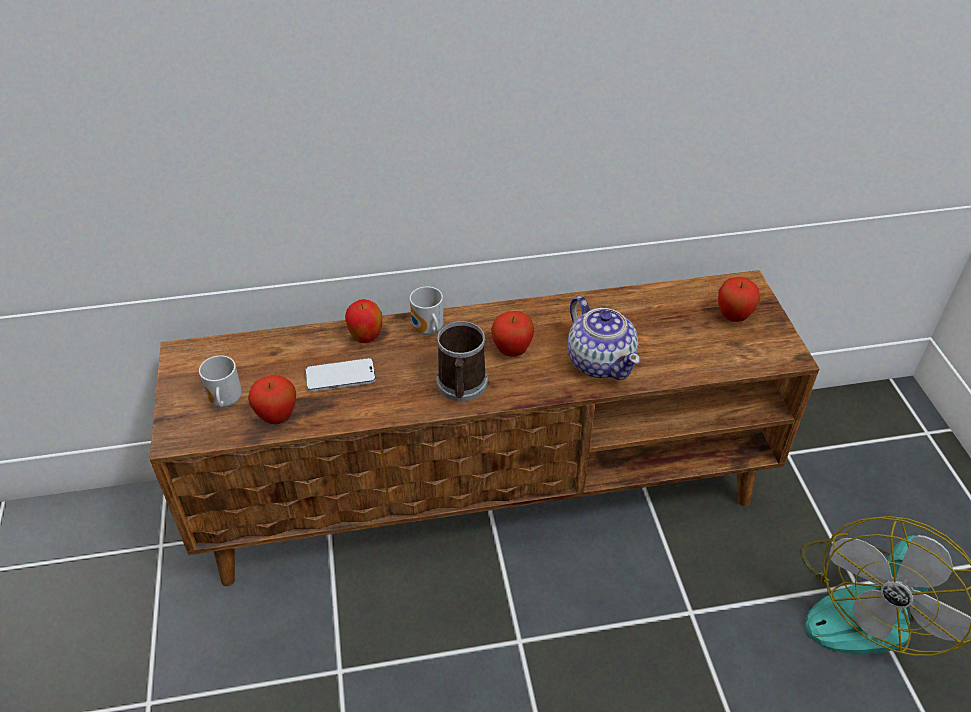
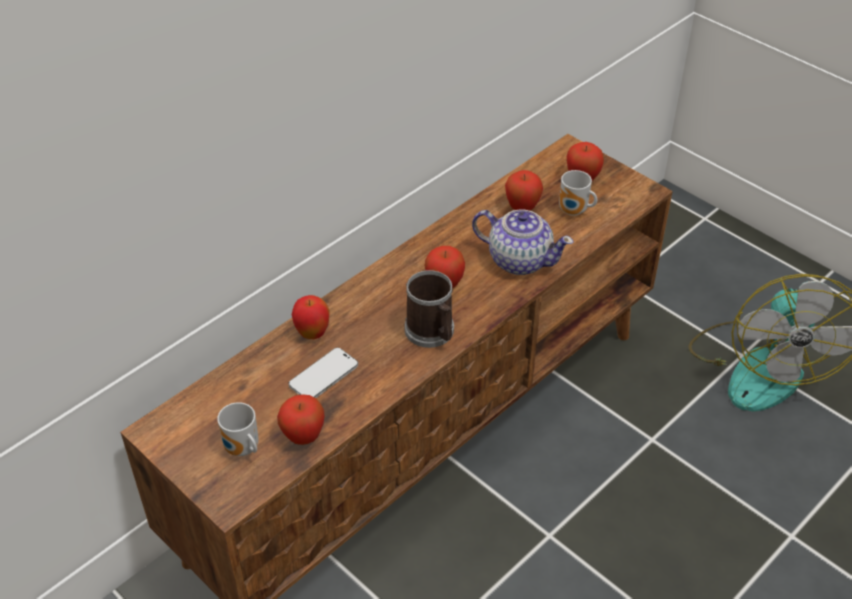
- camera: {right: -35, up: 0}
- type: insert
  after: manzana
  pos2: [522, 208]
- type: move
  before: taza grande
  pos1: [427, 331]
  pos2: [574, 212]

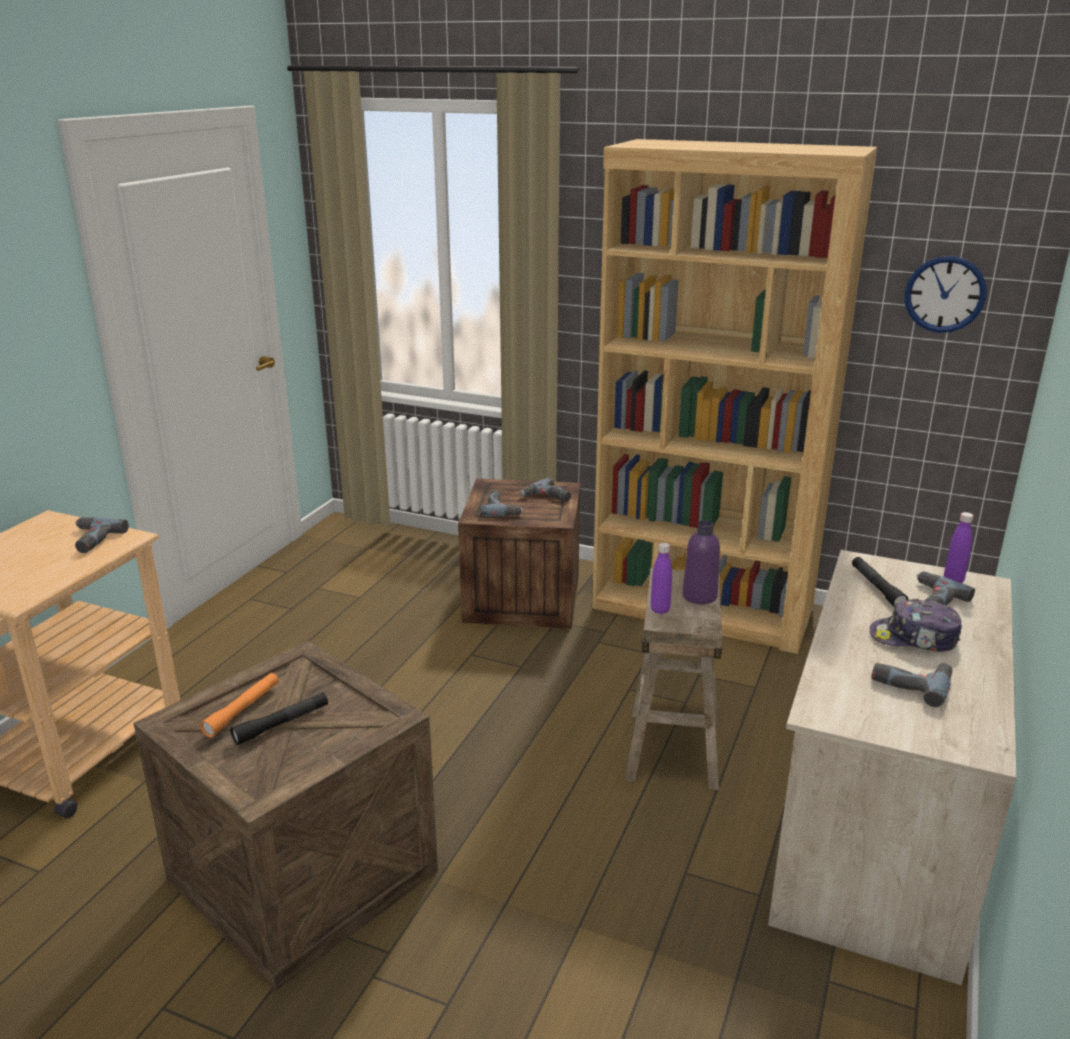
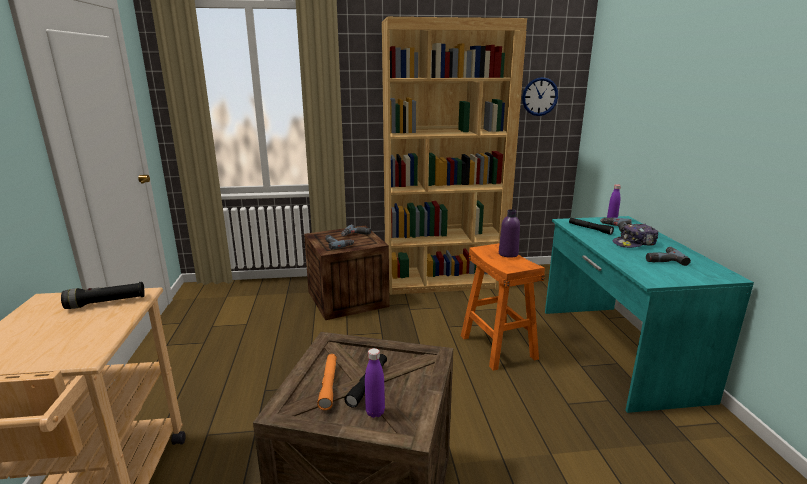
- camera: {right: -30, up: -5}
- type: replace
  before: taladro
  after: linterna/negro
  pos1: [90, 540]
  pos2: [106, 303]
- type: move
  before: botella/morado
  pos1: [660, 610]
  pos2: [375, 412]
- type: recolor
  before: taburete/beis
  after: taburete/naranja
  pos1: [672, 747]
  pos2: [497, 347]
- type: recolor
  before: escritorio/beis
  after: escritorio/turquesa
  pos1: [876, 828]
  pos2: [616, 351]

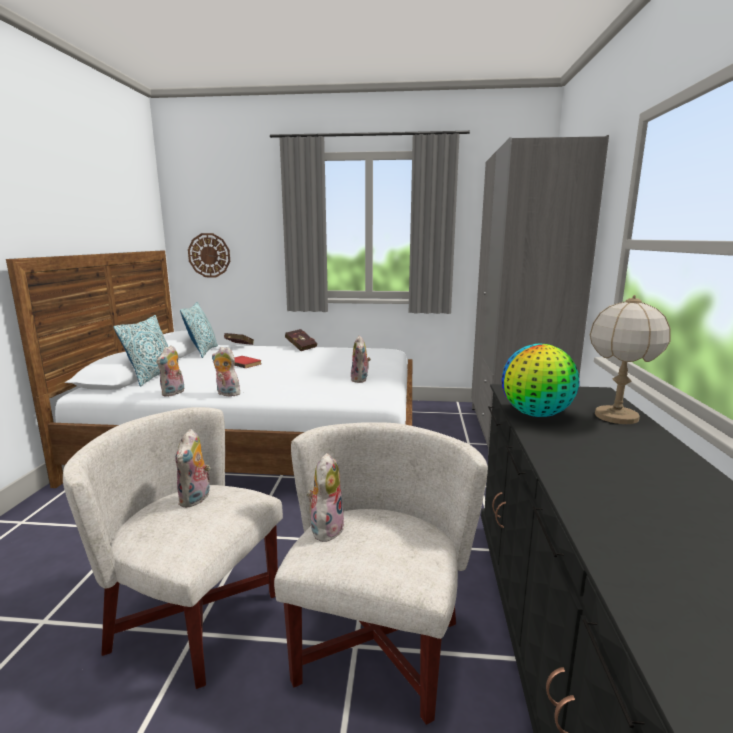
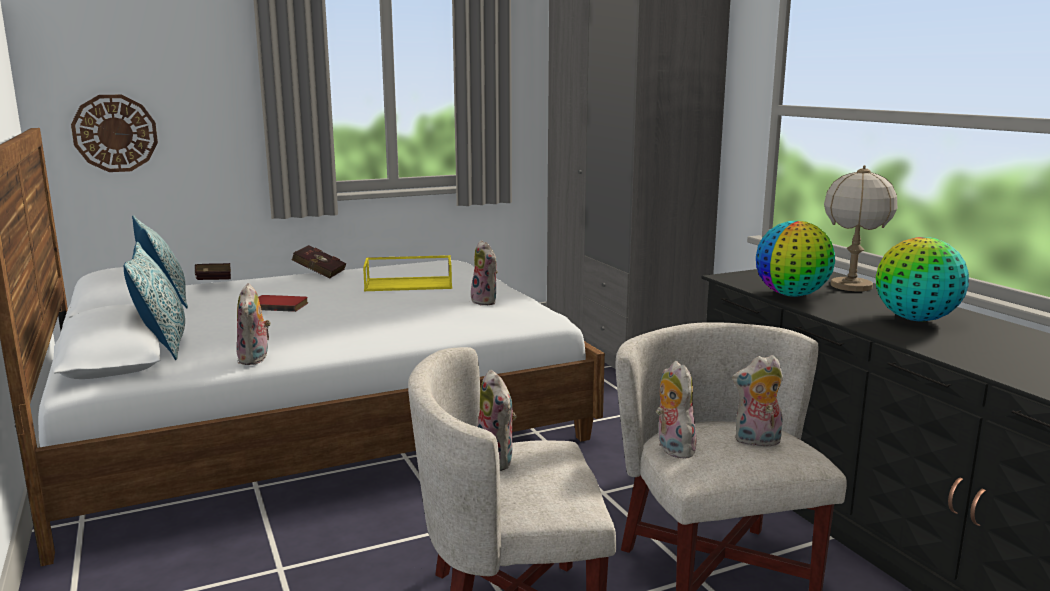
- camera: {right: -30, up: 0}
- type: insert
  after: bandeja/amarillo
  pos2: [409, 284]
- type: move
  before: peluche
  pos1: [226, 394]
  pos2: [757, 442]
- type: insert
  after: globo terráqueo
  pos2: [916, 319]

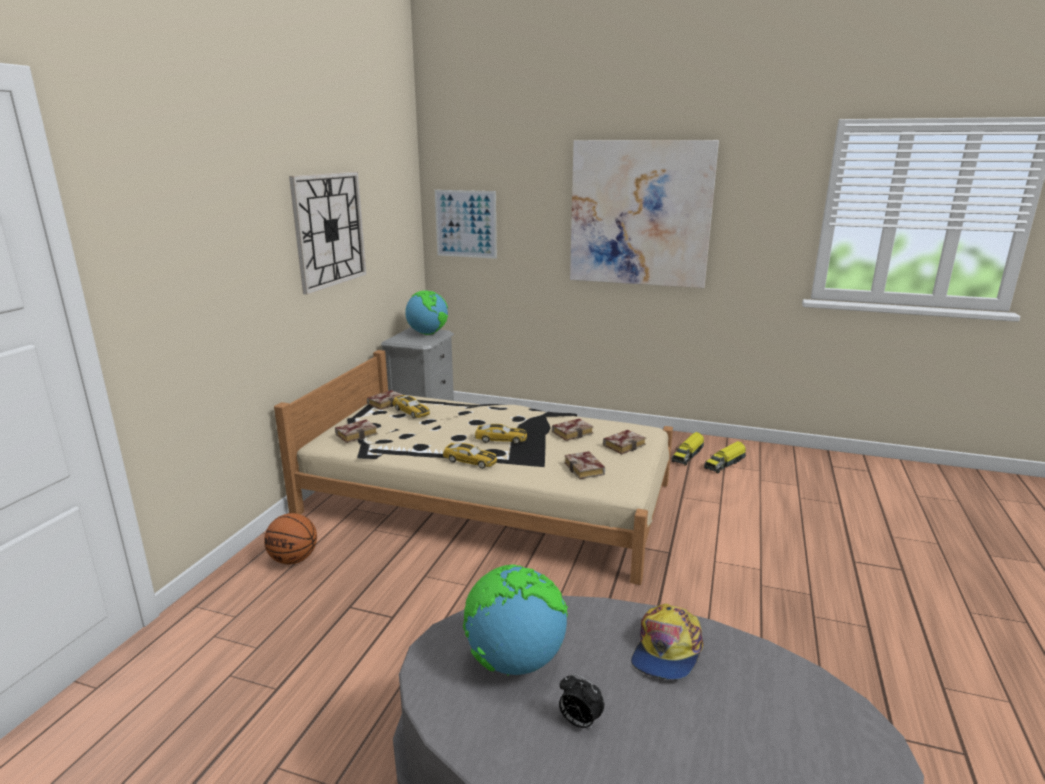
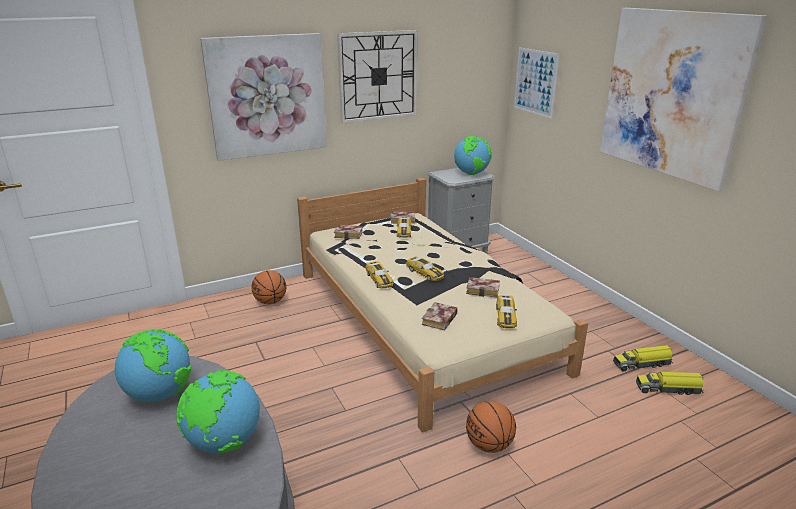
- camera: {right: 45, up: 5}
- type: replace
  before: gorra
  after: globo terráqueo
  pos1: [666, 650]
  pos2: [224, 443]
- type: insert
  after: cuadro
  pos2: [267, 96]
- type: insert
  after: balón de baloncesto
  pos2: [489, 445]
- type: replace
  before: libro
  after: coche de juguete
  pos1: [624, 445]
  pos2: [505, 317]
- type: delete
  before: despertador
  pos1: [579, 722]

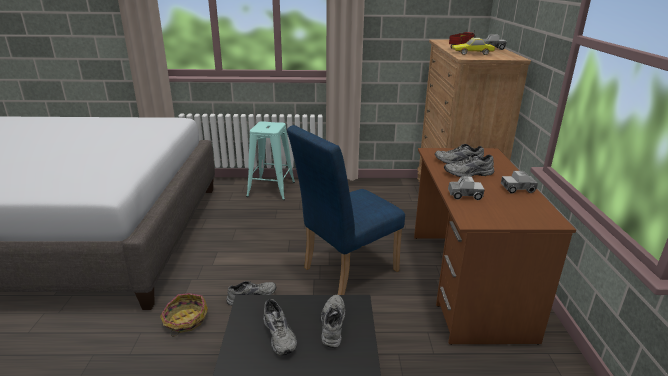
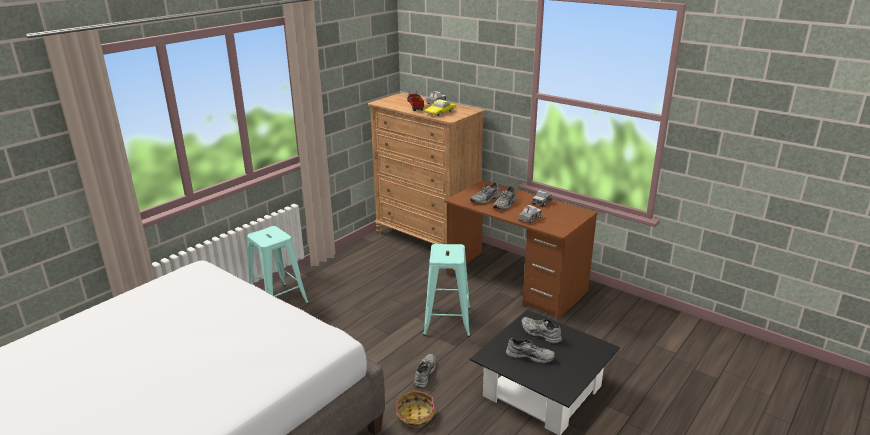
- camera: {right: -50, up: 0}
- type: replace
  before: silla/azul
  after: taburete/turquesa
  pos1: [344, 271]
  pos2: [447, 321]

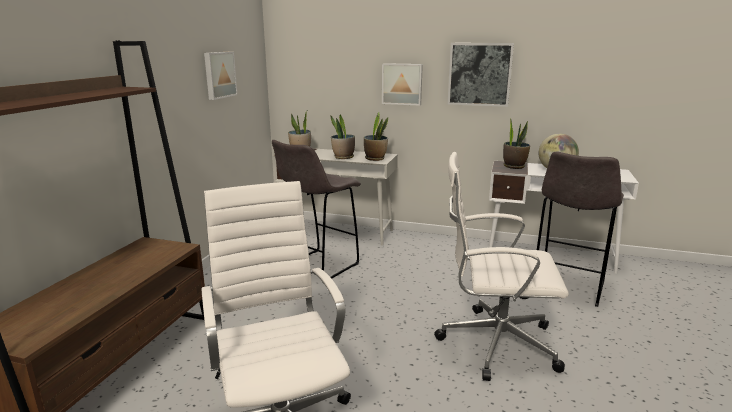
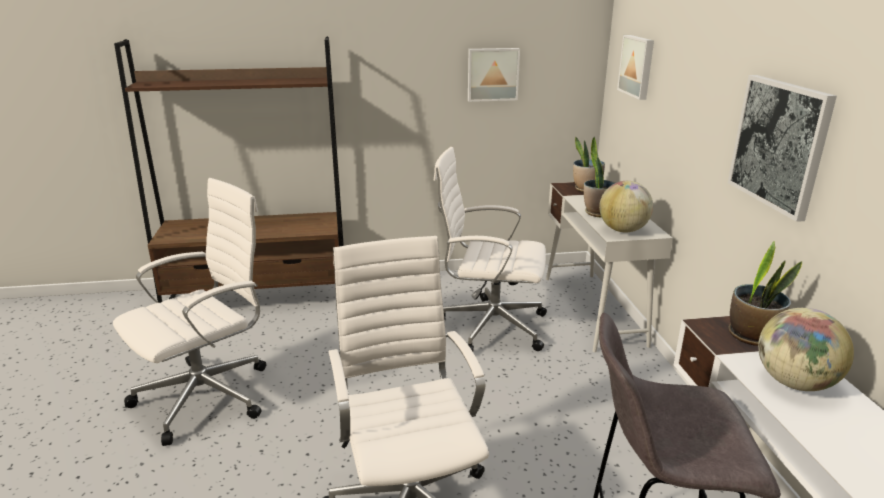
- camera: {right: 65, up: 5}
- type: replace
  before: taburete/gris
  after: silla de oficina/blanco
  pos1: [318, 266]
  pos2: [489, 326]
- type: replace
  before: planta en maceta
  after: globo terráqueo
  pos1: [375, 158]
  pos2: [623, 230]
- type: move
  before: cuadro
  pos1: [402, 84]
  pos2: [637, 66]

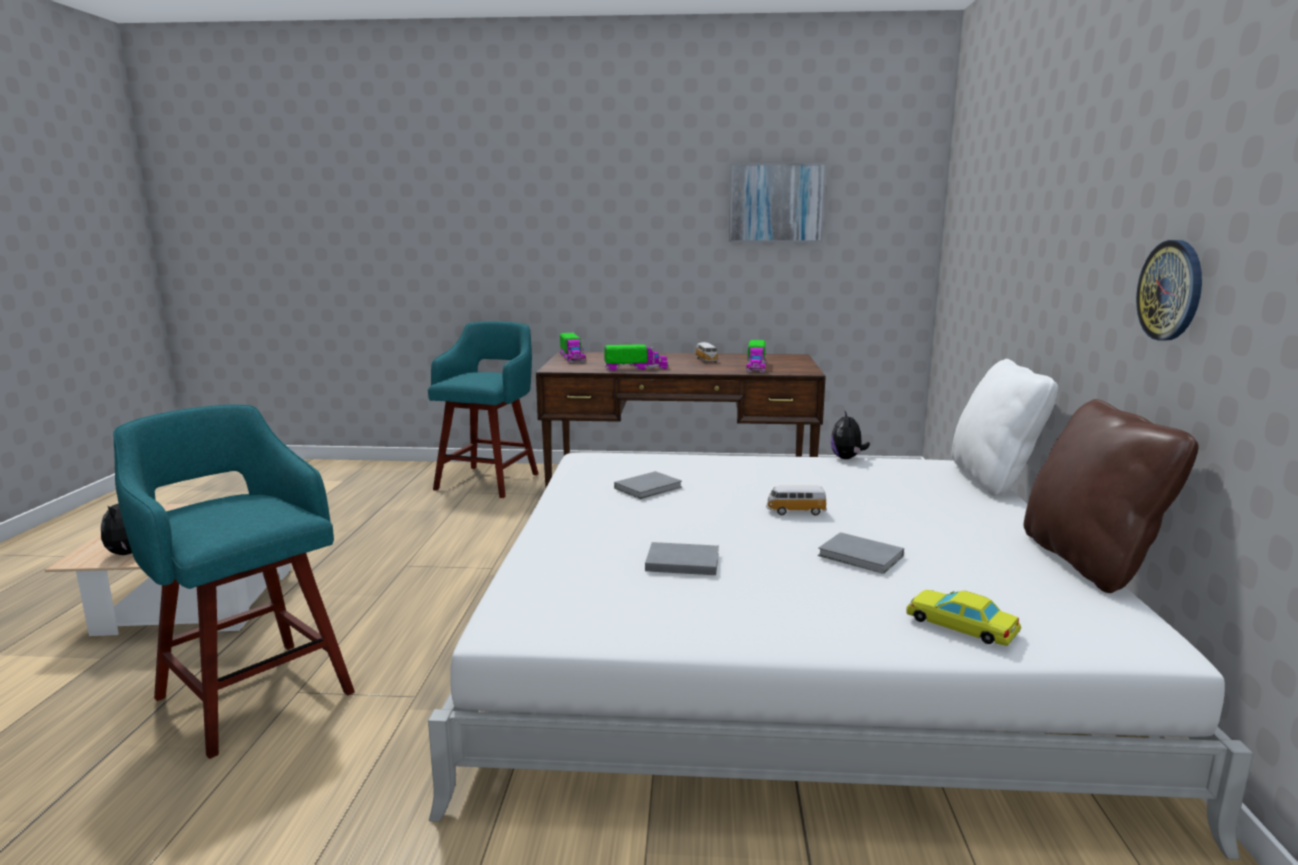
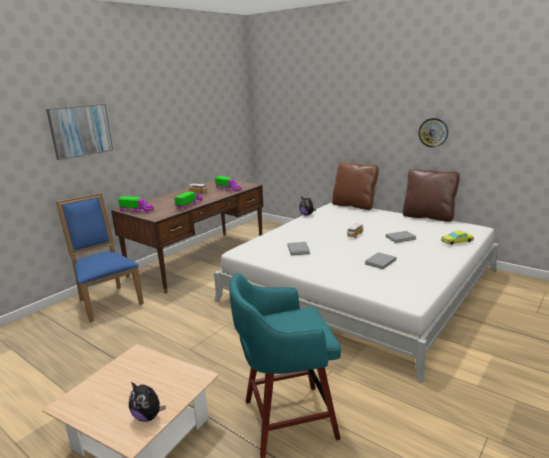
- camera: {right: -55, up: 5}
- type: move
  before: cuadro
  pos1: [776, 203]
  pos2: [80, 130]
- type: replace
  before: taburete/turquesa
  after: silla/azul
  pos1: [489, 480]
  pos2: [107, 301]
- type: recolor
  before: cojín/blanco
  after: cojín/marrón
  pos1: [993, 480]
  pos2: [354, 205]

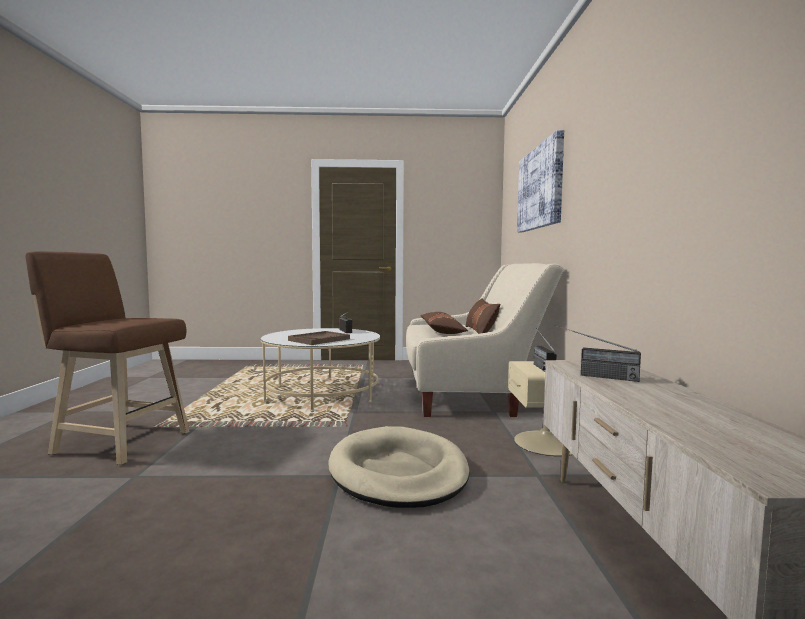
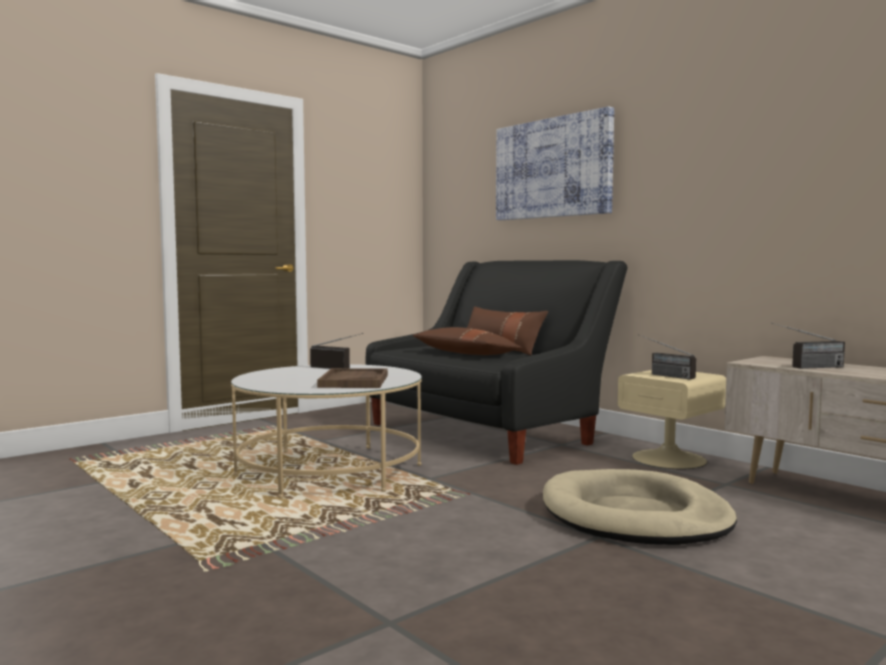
- camera: {right: -40, up: 0}
- type: recolor
  before: sofá/beis
  after: sofá/negro
  pos1: [468, 391]
  pos2: [487, 431]
- type: delete
  before: taburete/marrón
  pos1: [118, 442]

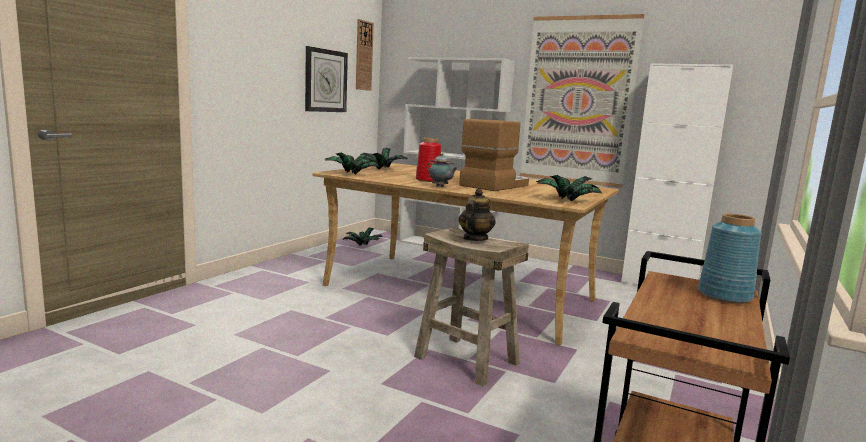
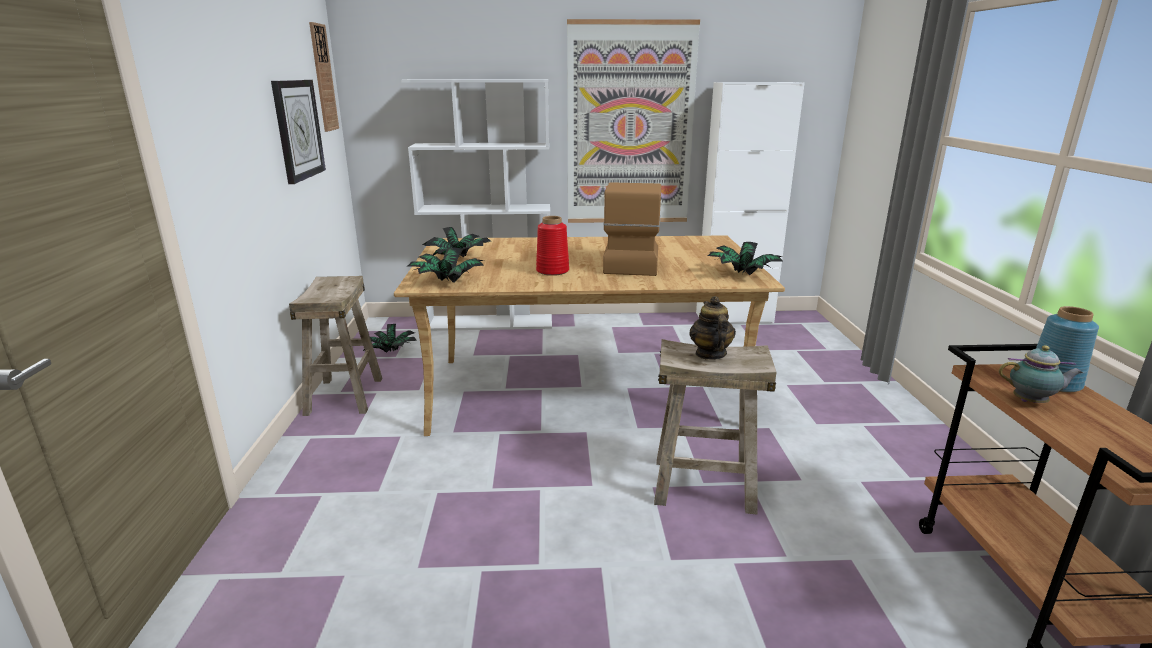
- camera: {right: -30, up: 10}
- type: insert
  after: taburete/beis
  pos2: [344, 395]
- type: move
  before: tetera
  pos1: [440, 187]
  pos2: [1032, 402]

